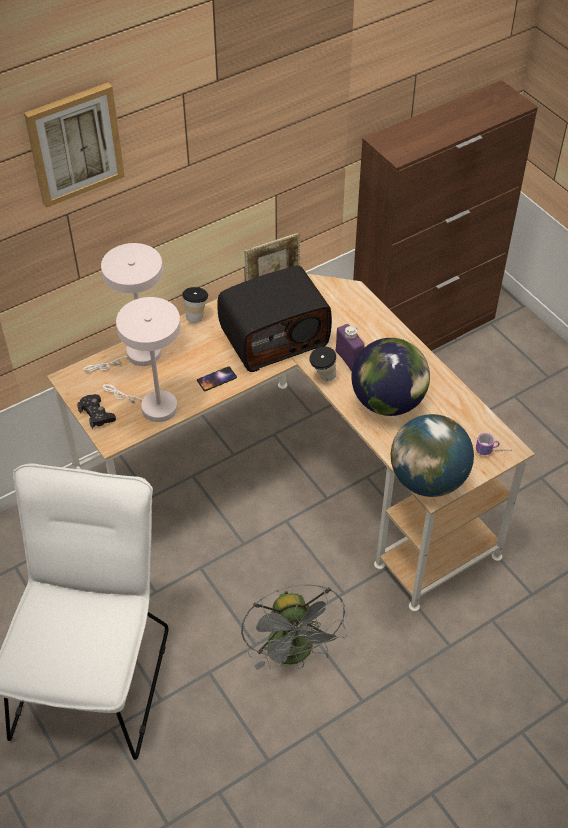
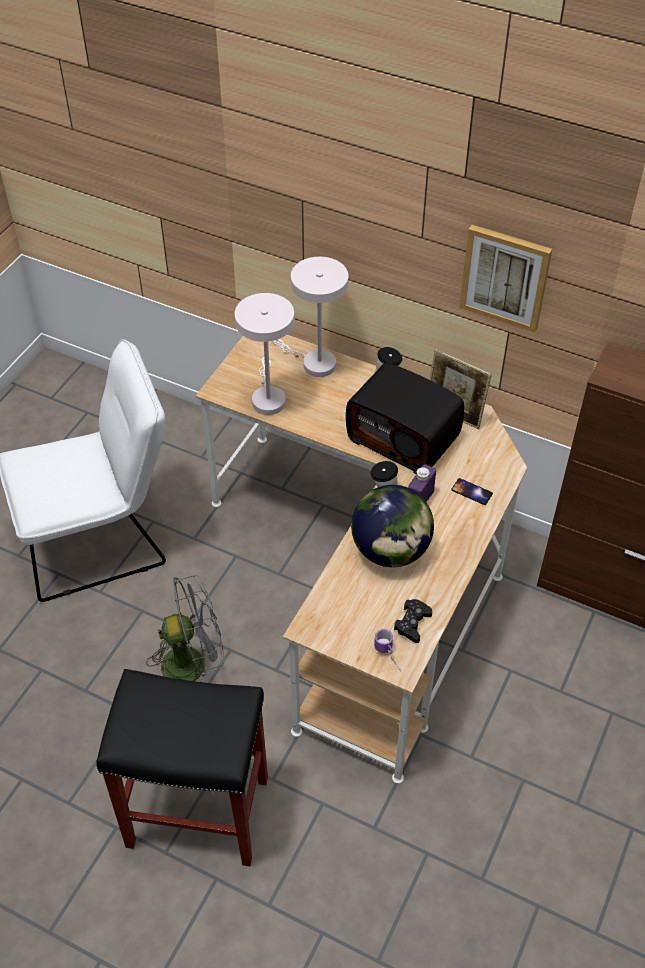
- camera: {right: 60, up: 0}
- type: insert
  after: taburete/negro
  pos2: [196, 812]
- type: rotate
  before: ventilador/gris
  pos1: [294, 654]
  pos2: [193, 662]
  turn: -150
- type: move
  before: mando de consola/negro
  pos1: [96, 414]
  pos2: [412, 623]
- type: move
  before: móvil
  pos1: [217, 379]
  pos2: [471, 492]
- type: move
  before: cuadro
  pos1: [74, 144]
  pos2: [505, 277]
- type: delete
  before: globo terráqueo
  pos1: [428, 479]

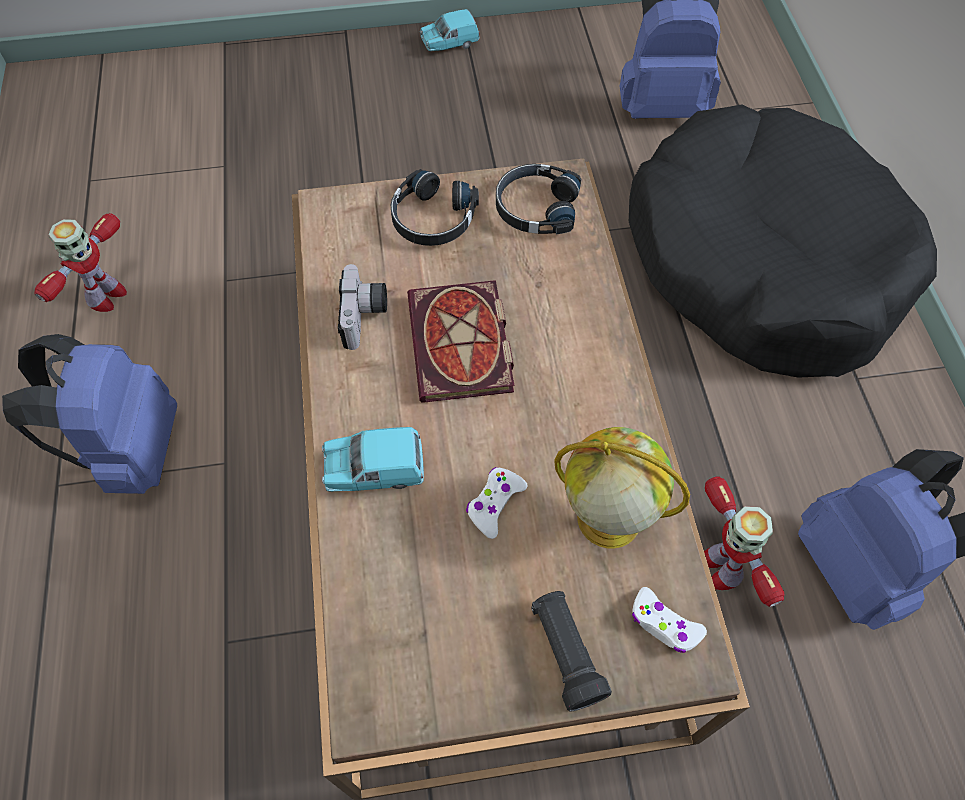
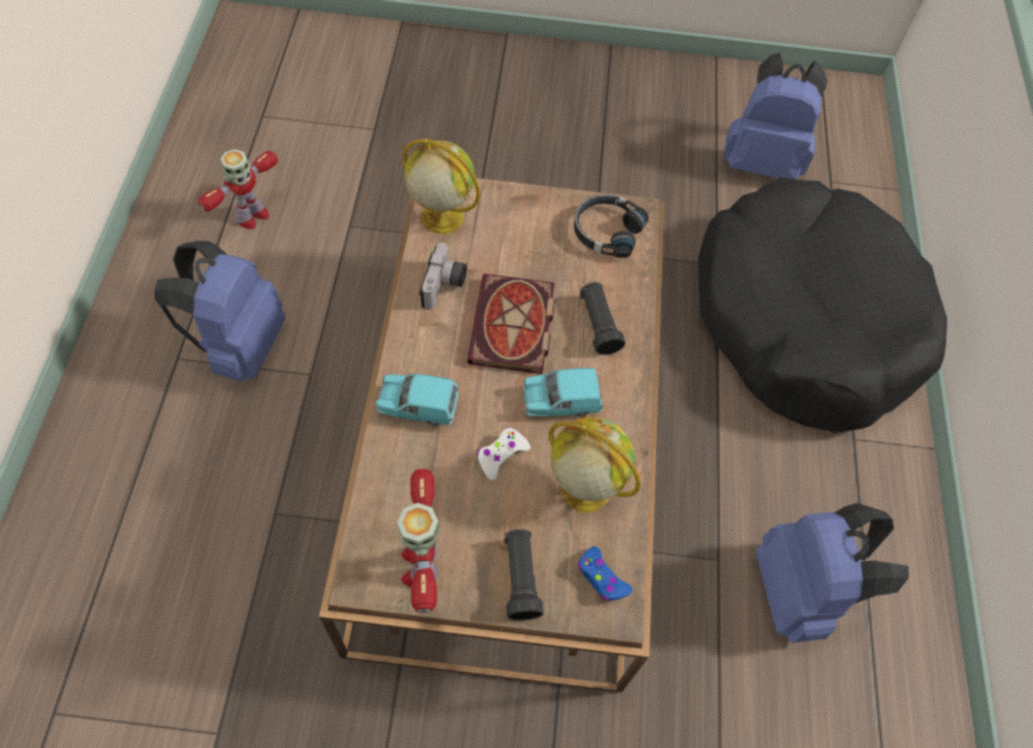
- camera: {right: 10, up: 0}
- type: move
  before: robot de juguete
  pos1: [720, 566]
  pos2: [421, 564]
- type: insert
  after: globo terráqueo
  pos2: [441, 217]
- type: move
  before: coche de juguete/turquesa
  pos1: [449, 43]
  pos2: [560, 402]
- type: recolor
  before: mando de consola/blanco
  after: mando de consola/azul
  pos1: [664, 624]
  pos2: [602, 578]
- type: insert
  after: linterna/negro
  pos2: [598, 325]
- type: delete
  before: auriculares/negro
  pos1: [432, 219]

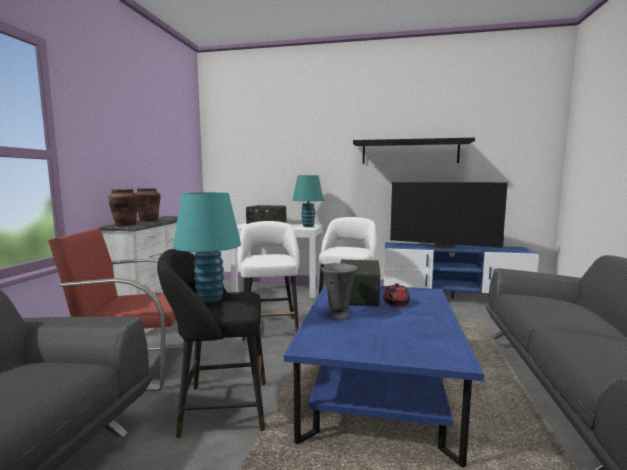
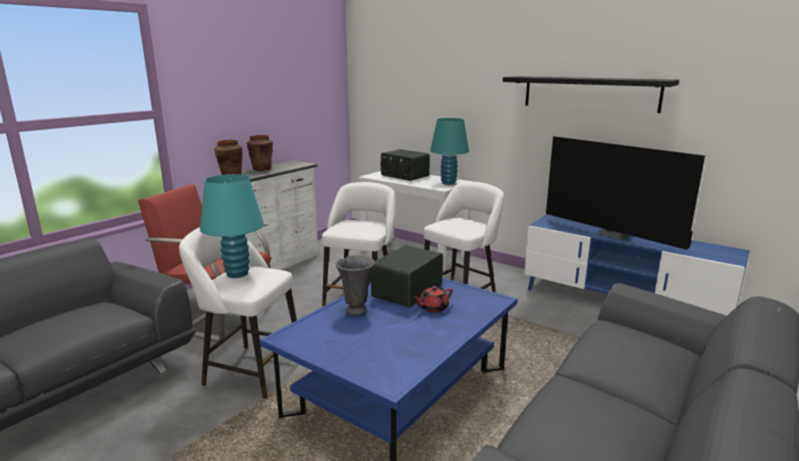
- camera: {right: 25, up: 10}
- type: recolor
  before: taburete/negro
  after: taburete/blanco
  pos1: [219, 408]
  pos2: [249, 370]

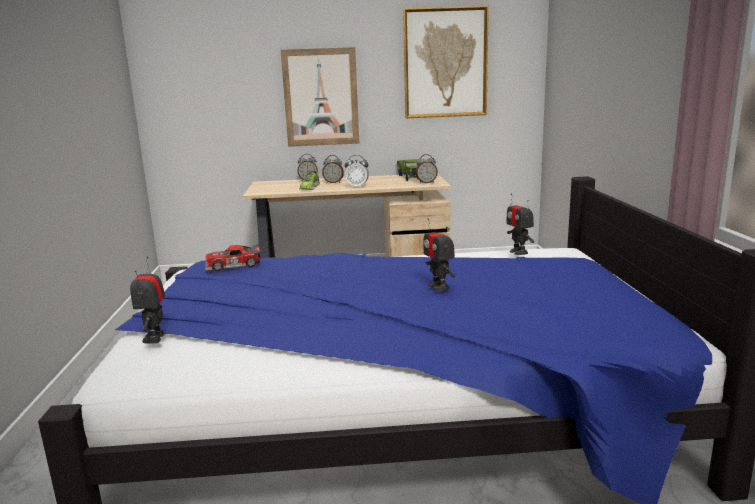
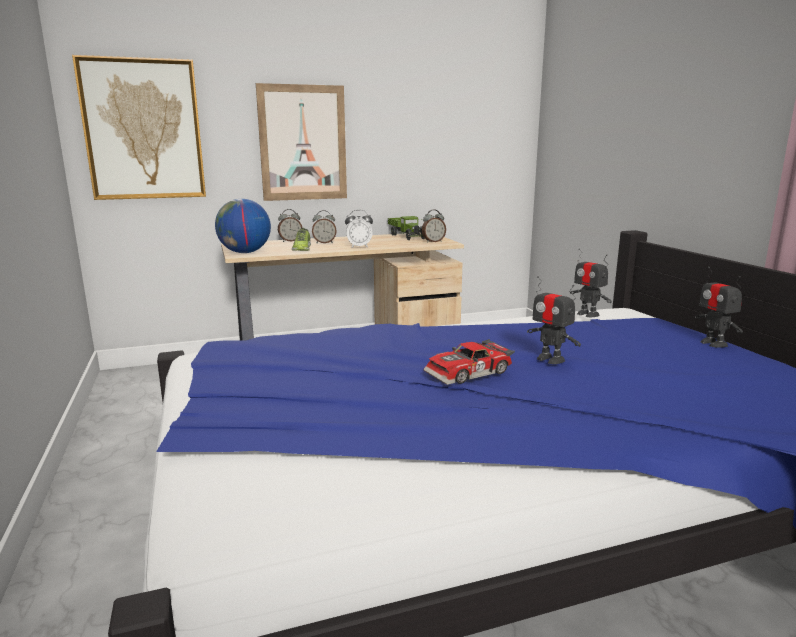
- camera: {right: -15, up: 0}
- type: move
  before: cuadro
  pos1: [445, 63]
  pos2: [143, 130]
- type: insert
  after: globo terráqueo
  pos2: [245, 252]
- type: move
  before: coche de juguete
  pos1: [233, 265]
  pos2: [470, 373]
- type: move
  before: robot de juguete
  pos1: [154, 338]
  pos2: [713, 343]

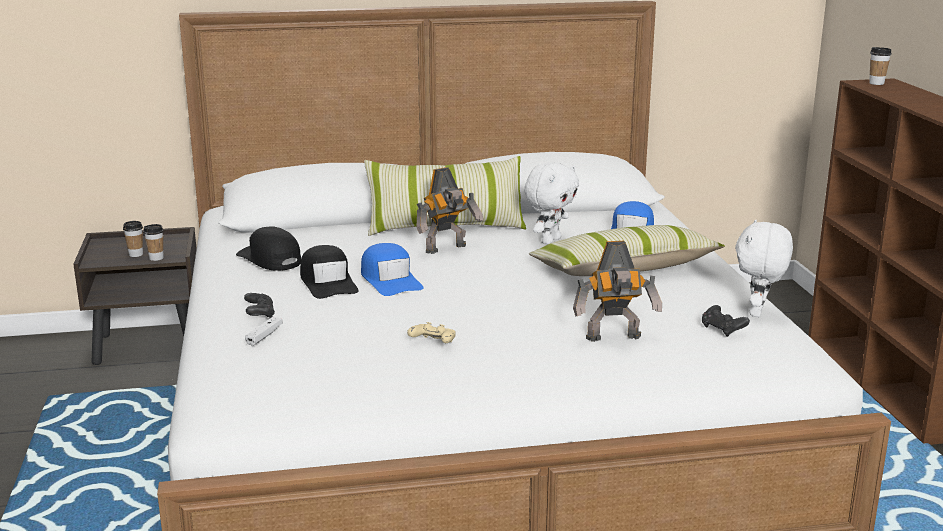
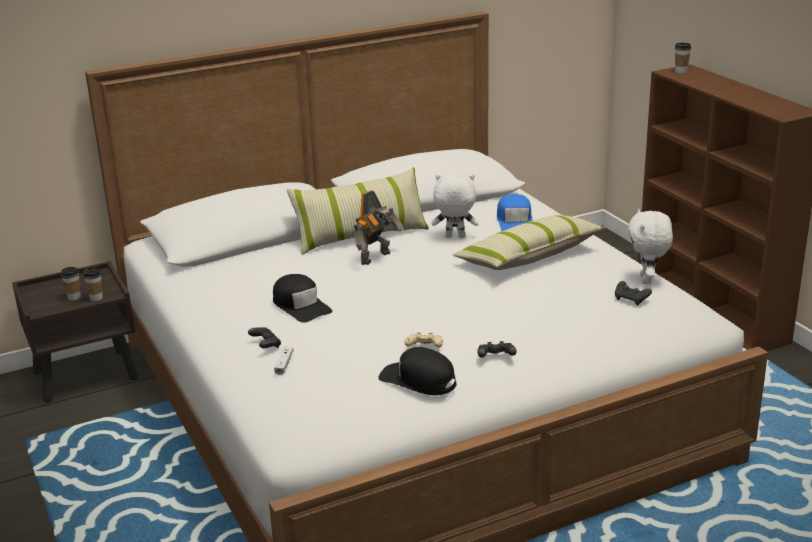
- camera: {right: -15, up: 5}
- type: move
  before: gorra/negro
  pos1: [270, 259]
  pos2: [418, 380]
- type: rotate
  before: peluche/blanco
  pos1: [550, 240]
  pos2: [454, 237]
  turn: -105
- type: insert
  after: mando de consola/negro
  pos2: [495, 358]
- type: delete
  before: gorra/azul
  pos1: [390, 280]
- type: delete
  before: robot de juguete
  pos1: [614, 338]

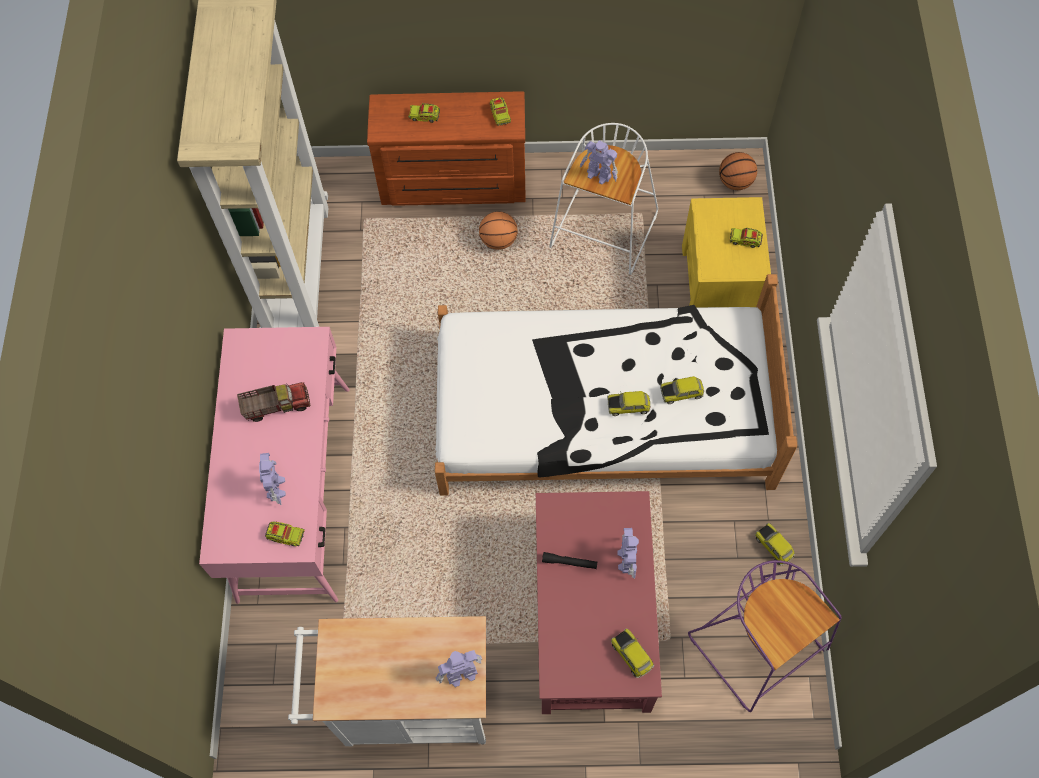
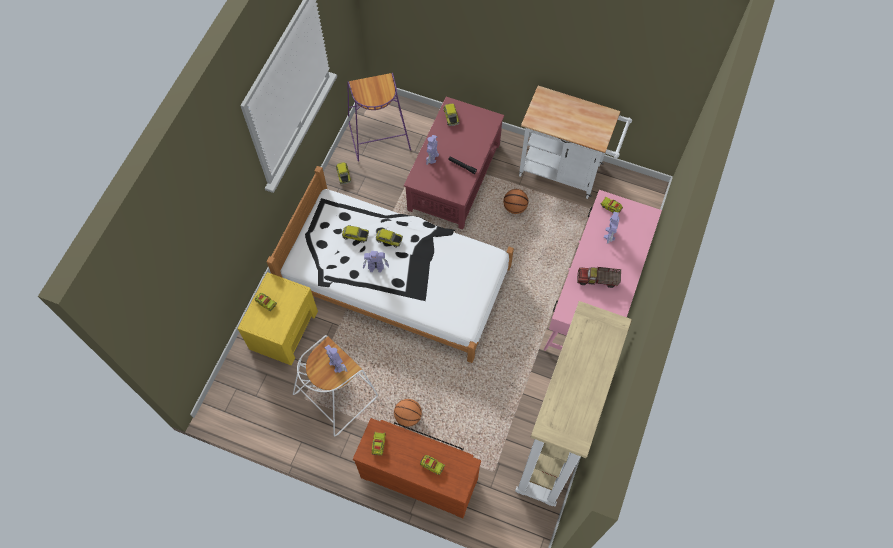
- camera: {right: -160, up: 0}
- type: move
  before: robot de juguete
  pos1: [460, 674]
  pos2: [376, 267]
- type: move
  before: balón de baloncesto
  pos1: [735, 182]
  pos2: [515, 207]

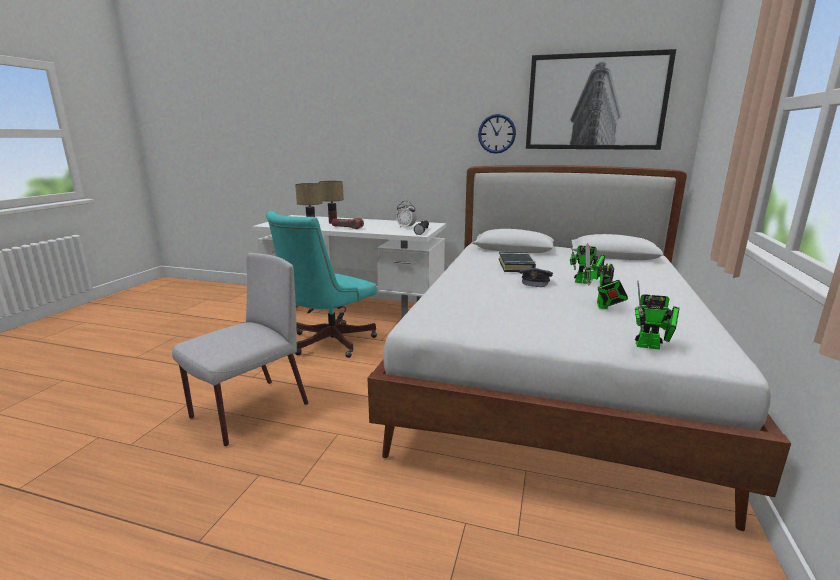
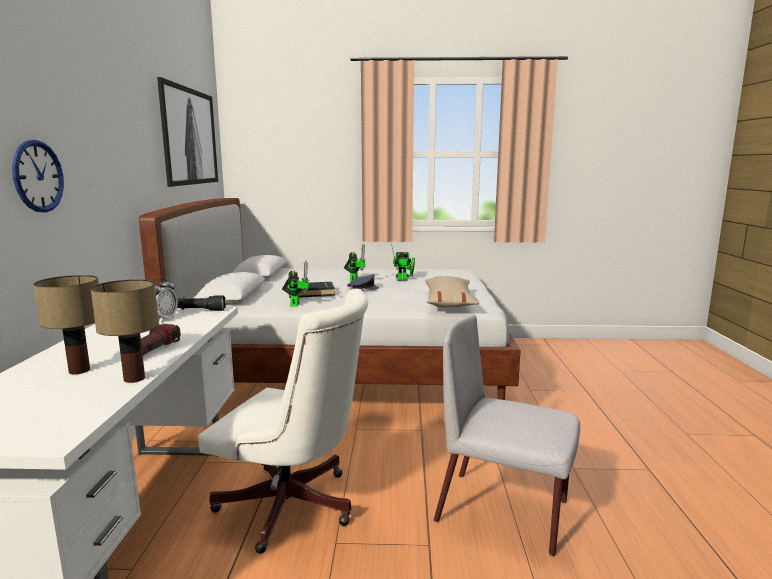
- camera: {right: -105, up: -5}
- type: move
  before: reloj de pared
  pos1: [496, 134]
  pos2: [38, 176]
- type: recolor
  before: silla de oficina/turquesa
  after: silla de oficina/blanco
  pos1: [327, 343]
  pos2: [294, 508]
- type: move
  before: robot de juguete
  pos1: [651, 346]
  pos2: [295, 304]
- type: insert
  after: cojín/beis
  pos2: [449, 301]

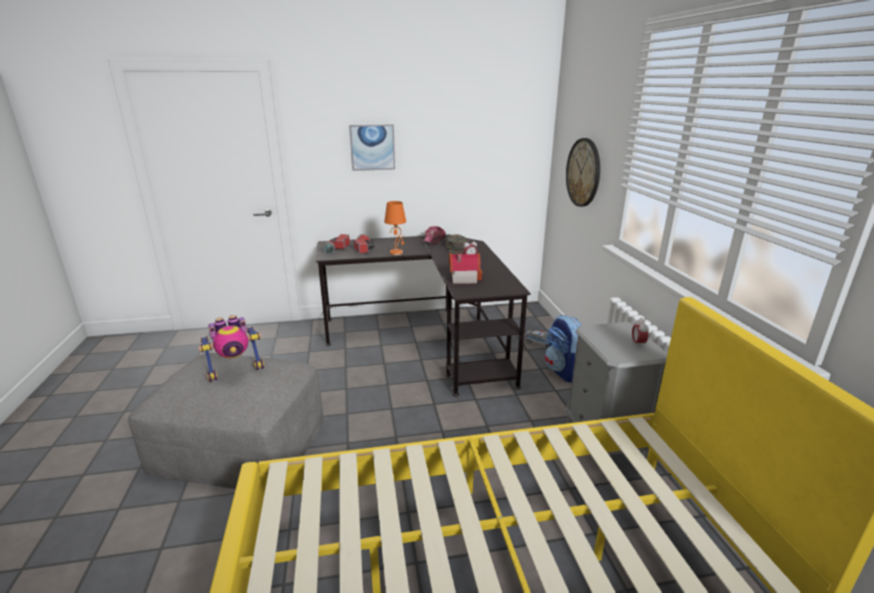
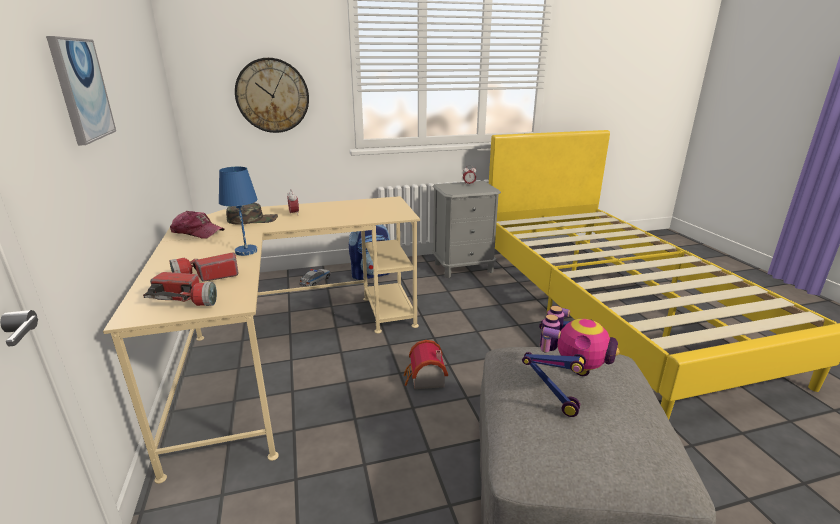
- camera: {right: -95, up: 0}
- type: recolor
  before: escritorio/negro
  after: escritorio/beis
  pos1: [427, 339]
  pos2: [285, 350]
- type: recolor
  before: lámpara de mesa/naranja
  after: lámpara de mesa/azul
  pos1: [396, 252]
  pos2: [246, 251]
- type: move
  before: casita
  pos1: [462, 278]
  pos2: [425, 379]
- type: rotate
  before: robot de juguete
  pos1: [236, 370]
  pos2: [564, 388]
  turn: 60

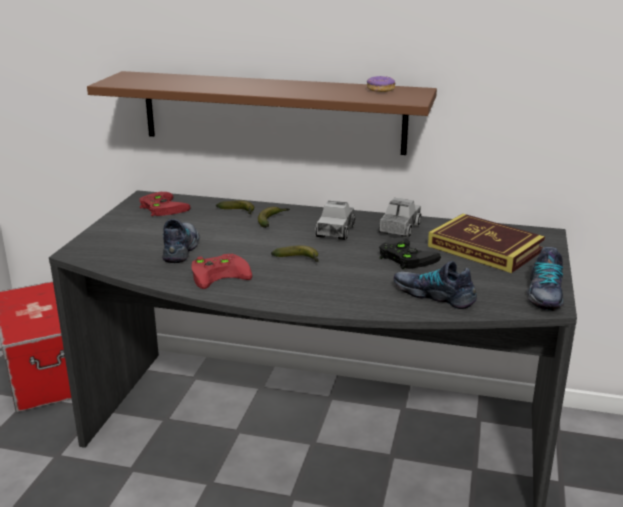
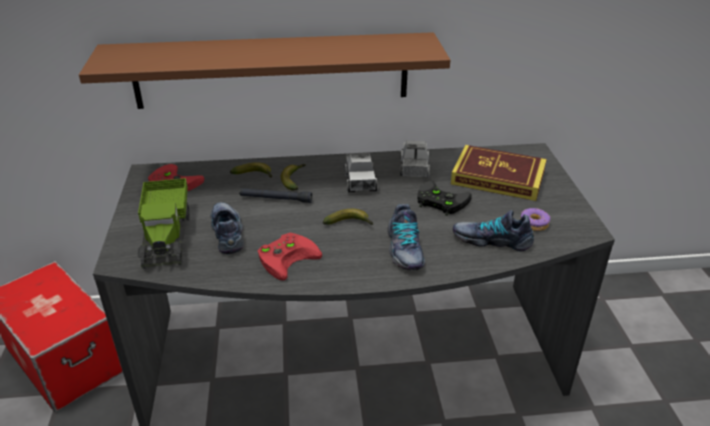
- camera: {right: -20, up: 10}
- type: insert
  after: camión de juguete
  pos2: [167, 235]
- type: insert
  after: linterna/negro
  pos2: [275, 199]
- type: move
  before: zapato
  pos1: [544, 293]
  pos2: [404, 250]
- type: move
  before: rosquilla
  pos1: [381, 89]
  pos2: [534, 224]

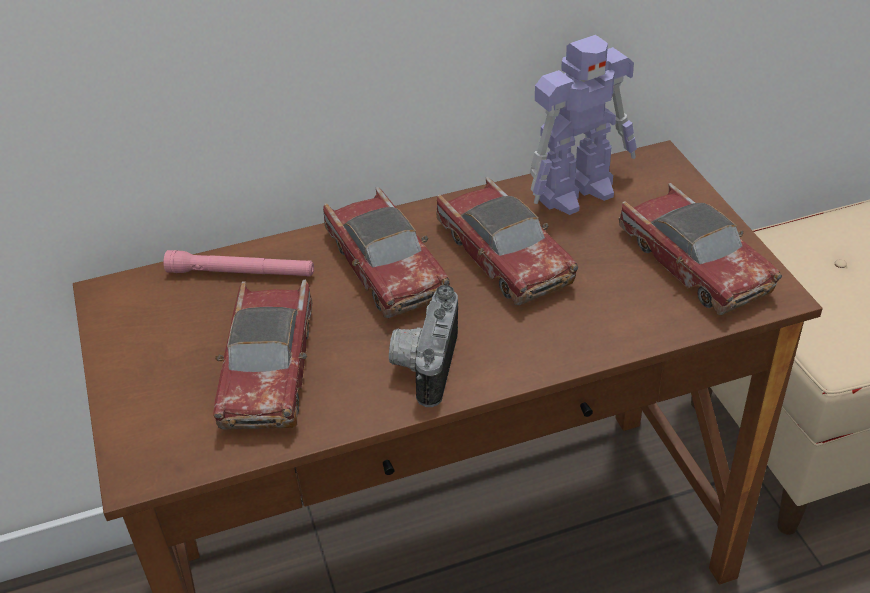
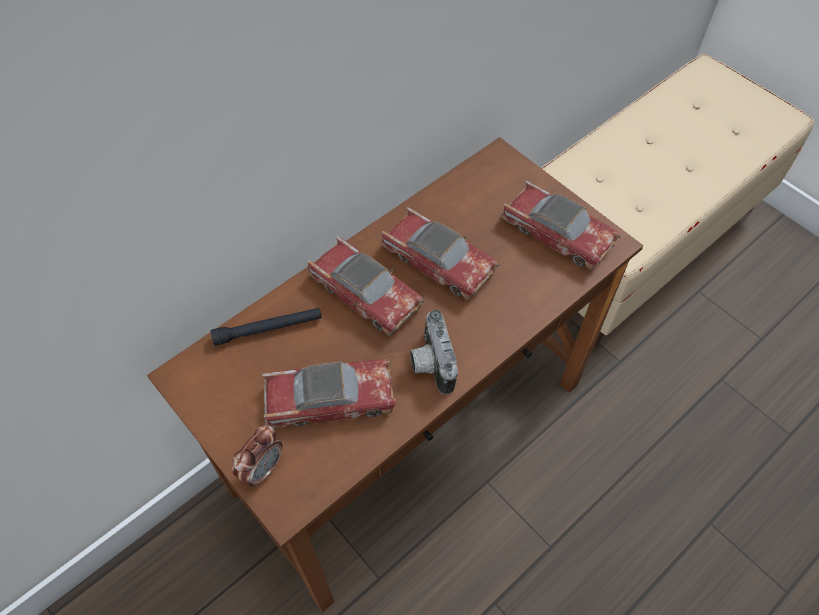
- camera: {right: -25, up: 15}
- type: recolor
  before: linterna/rosa
  after: linterna/negro
  pos1: [241, 273]
  pos2: [268, 329]
- type: insert
  after: despertador
  pos2: [263, 468]
- type: rotate
  before: coche de juguete
  pos1: [268, 368]
  pos2: [330, 399]
  turn: -75
- type: delete
  before: robot de juguete
  pos1: [578, 191]

